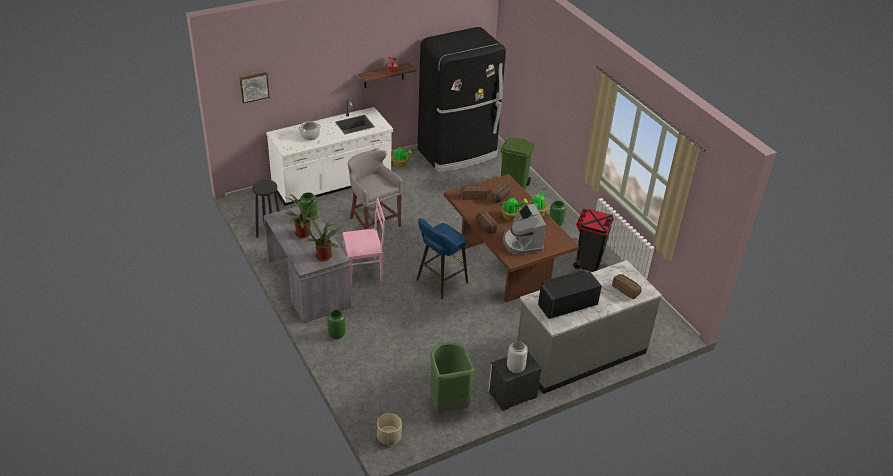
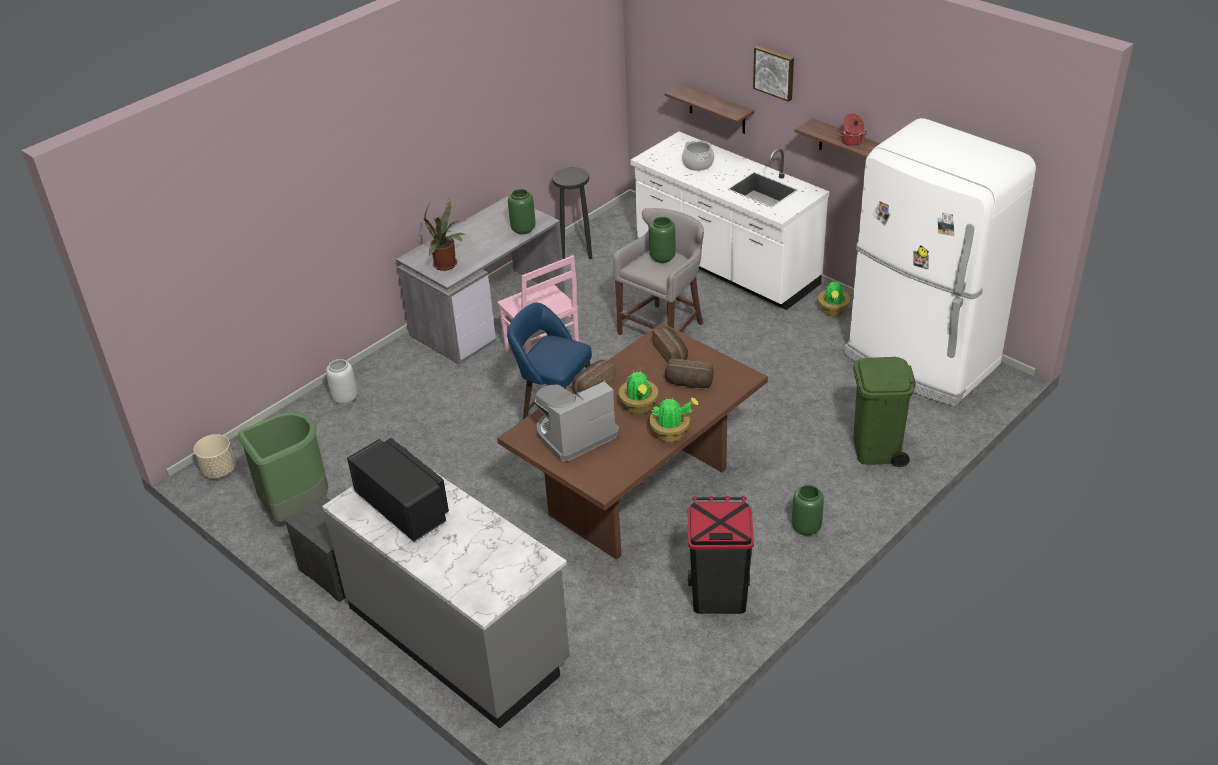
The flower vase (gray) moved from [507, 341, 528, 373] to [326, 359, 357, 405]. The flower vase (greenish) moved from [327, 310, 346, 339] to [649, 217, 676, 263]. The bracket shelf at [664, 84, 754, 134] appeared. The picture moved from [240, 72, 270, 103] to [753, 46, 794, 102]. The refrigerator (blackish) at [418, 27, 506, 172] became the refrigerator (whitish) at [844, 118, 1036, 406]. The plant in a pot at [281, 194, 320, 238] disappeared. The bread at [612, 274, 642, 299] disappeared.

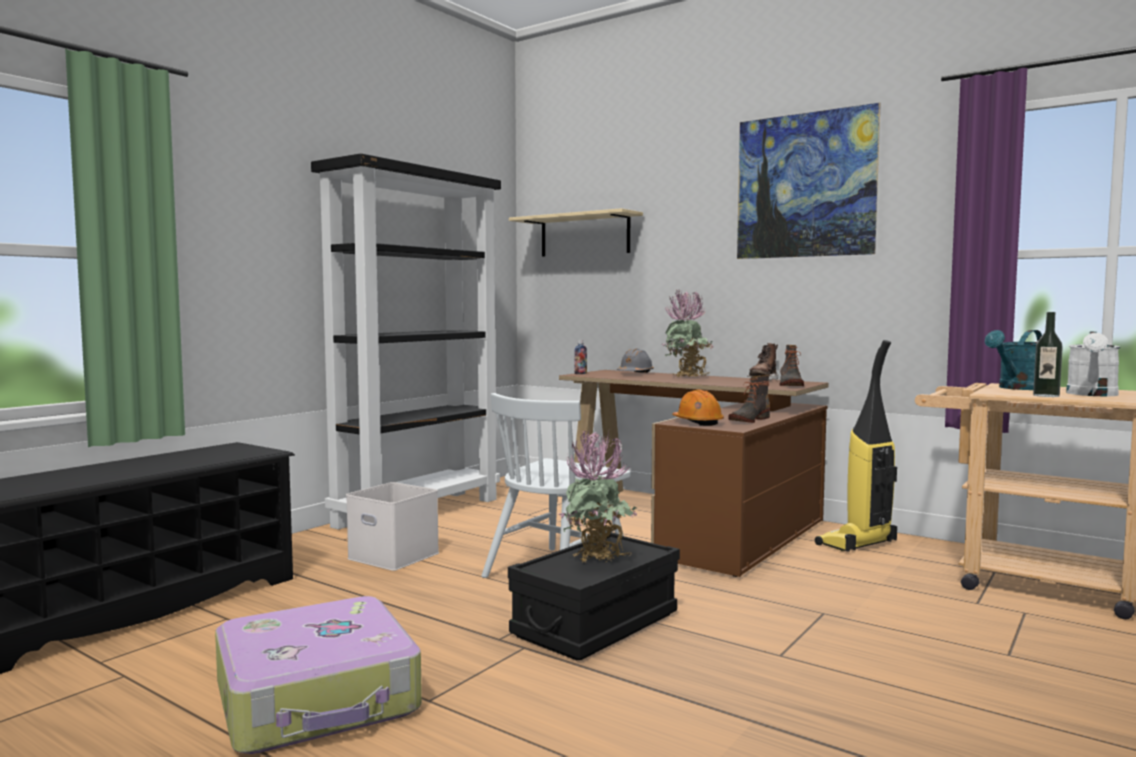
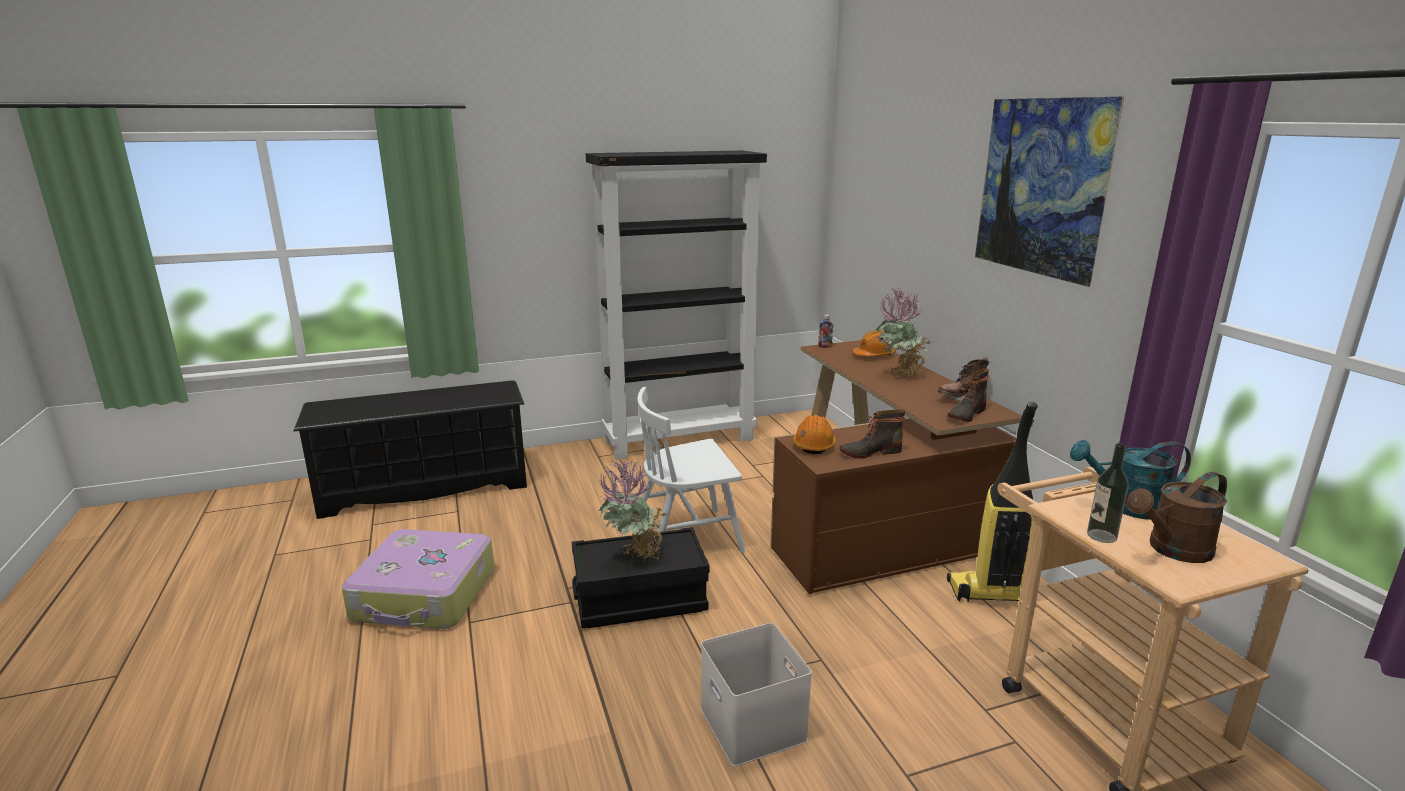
The storage container (whitish) moved from [346, 482, 439, 571] to [701, 623, 812, 766]. The hard hat (gray) at [617, 348, 654, 373] became the hard hat (orange) at [853, 331, 896, 356]. The watering can (whitish) at [1066, 332, 1120, 396] became the watering can (brown) at [1127, 472, 1227, 563]. The bracket shelf (sand-coloured) at [509, 208, 643, 257] disappeared.

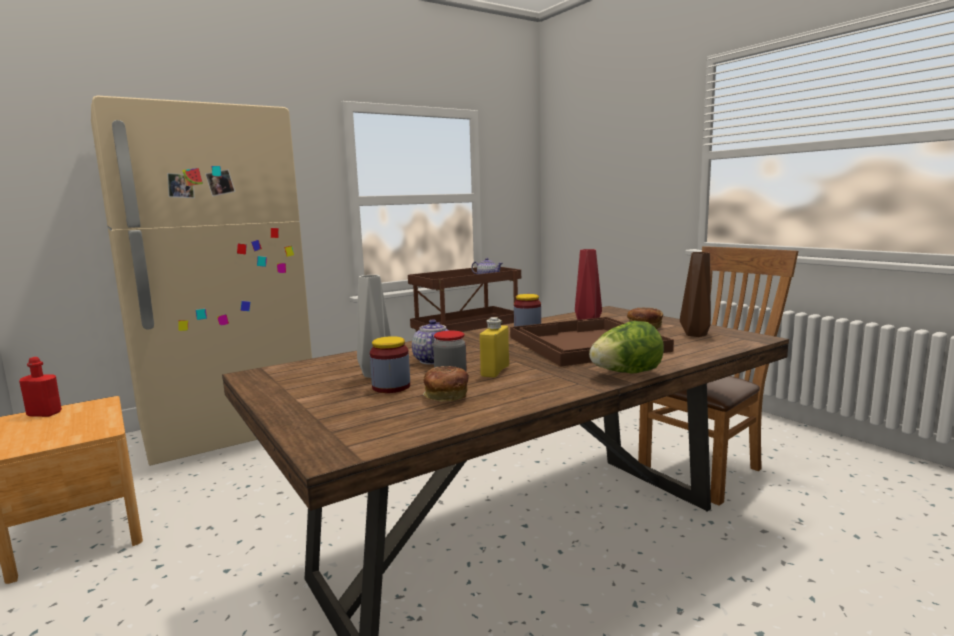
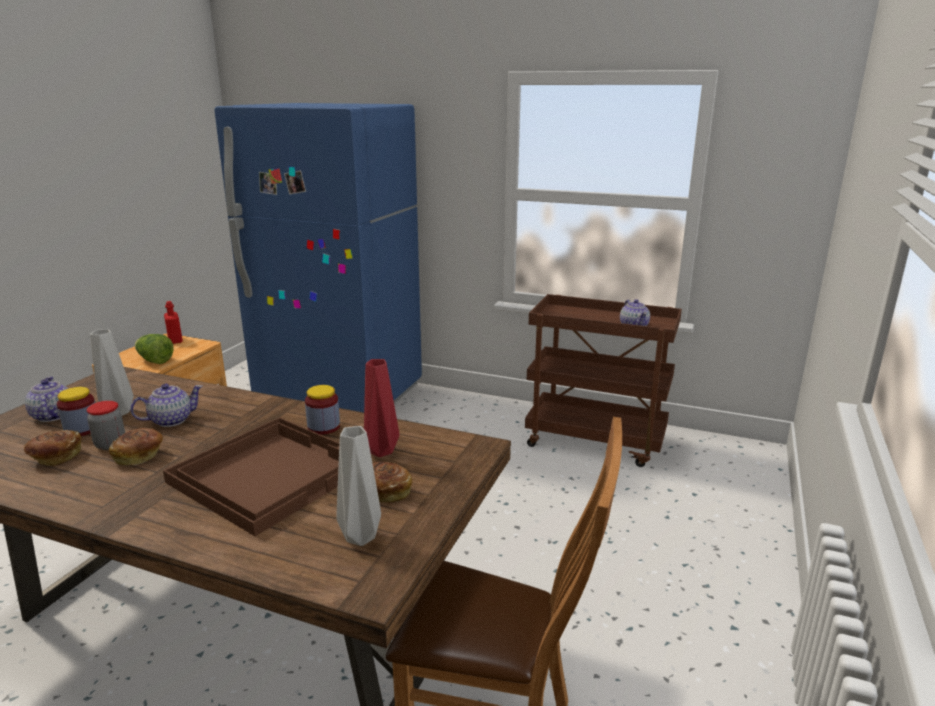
The pot for tea at [25, 376, 68, 422] appeared. The drink bottle (yellowish) at [480, 317, 509, 378] was replaced by the bread at [109, 428, 163, 465]. The head of lettuce moved from [589, 321, 664, 373] to [135, 334, 174, 364]. The refrigerator (sand-coloured) at [91, 96, 312, 466] became the refrigerator (blue-coloured) at [214, 103, 422, 413]. The flower vase (brown) at [680, 252, 711, 337] became the flower vase (gray) at [337, 426, 381, 546].

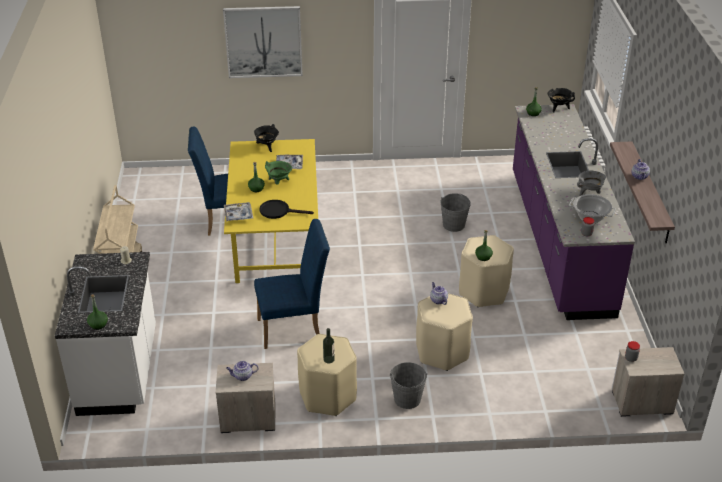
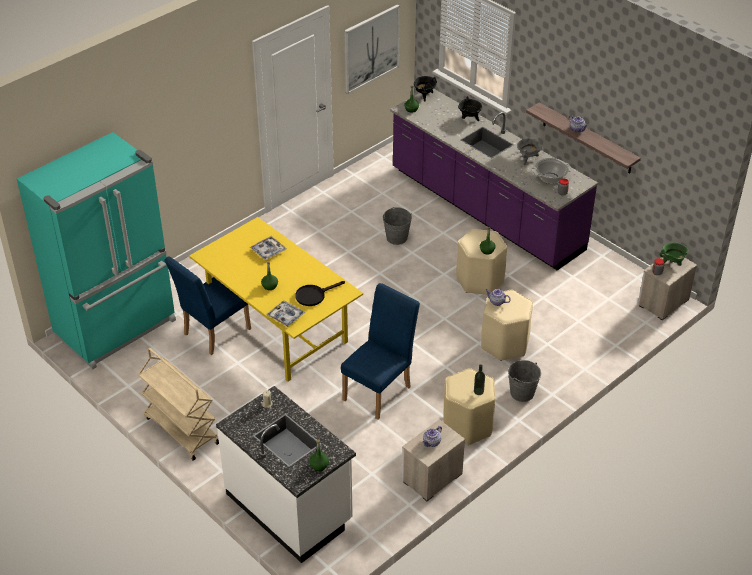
The refrigerator (blue-green) at [17, 132, 176, 369] appeared. The picture moved from [223, 6, 303, 78] to [344, 5, 400, 94]. The cooking pot (blackish) moved from [254, 124, 279, 152] to [458, 96, 483, 121]. The cooking pot (greenish) moved from [265, 161, 292, 185] to [659, 242, 689, 266].

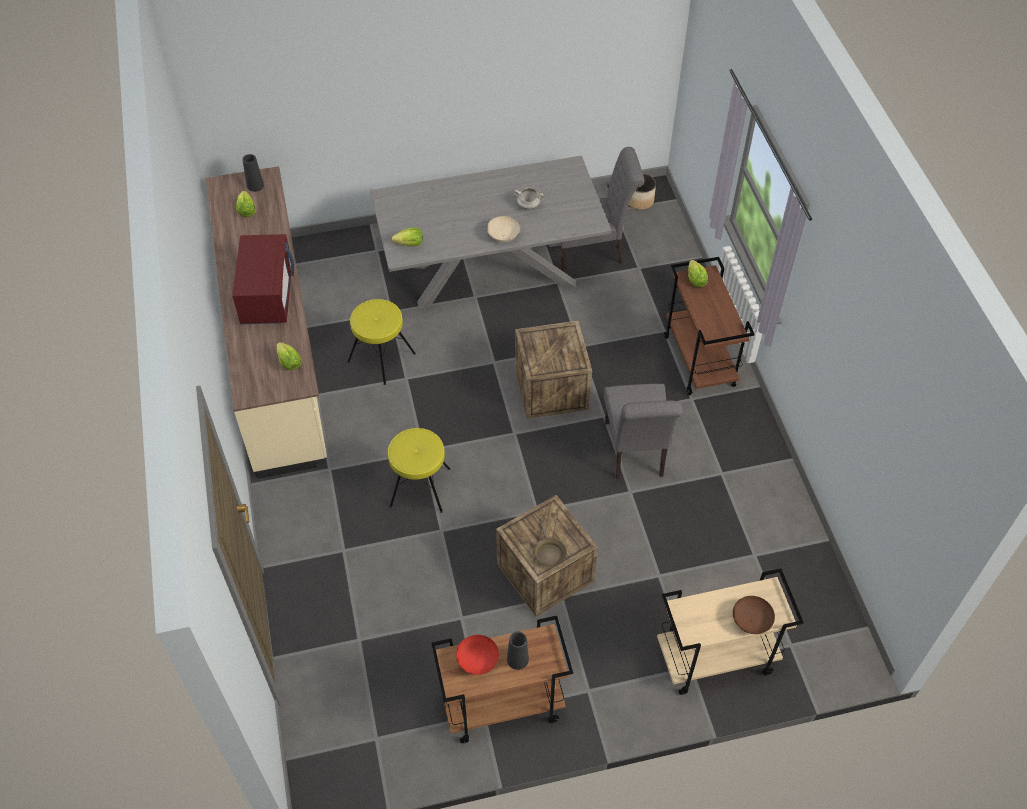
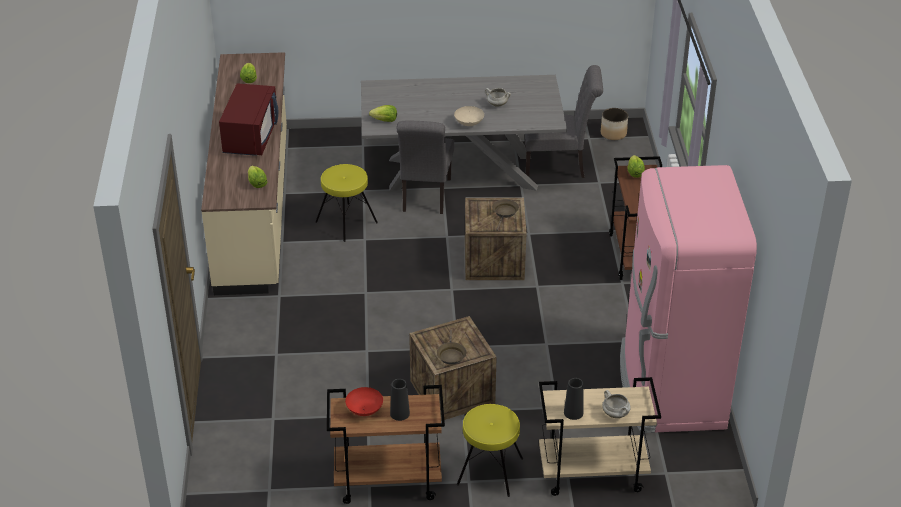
The plain chair (gray) moved from [604, 384, 683, 480] to [397, 120, 454, 214]. The sitting stool (yellowish) moved from [388, 428, 450, 513] to [457, 404, 523, 497]. The pan (brown) at [492, 199, 519, 231] appeared. The flower vase (blackish) moved from [242, 154, 264, 192] to [564, 378, 584, 420]. The deep dish (brown) at [733, 596, 775, 634] was replaced by the cooking pot (whitish) at [602, 390, 631, 418]. The refrigerator (pink) at [620, 165, 757, 433] appeared.

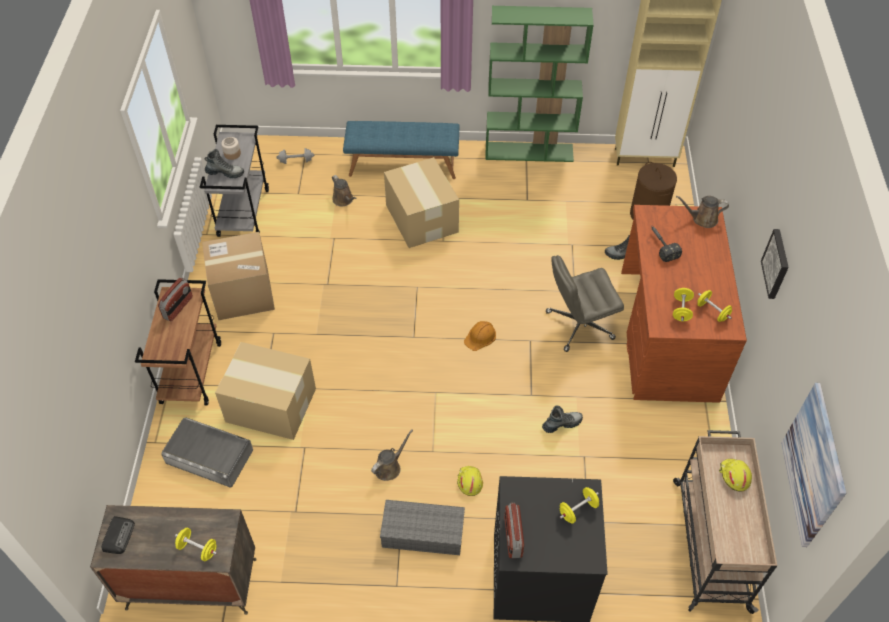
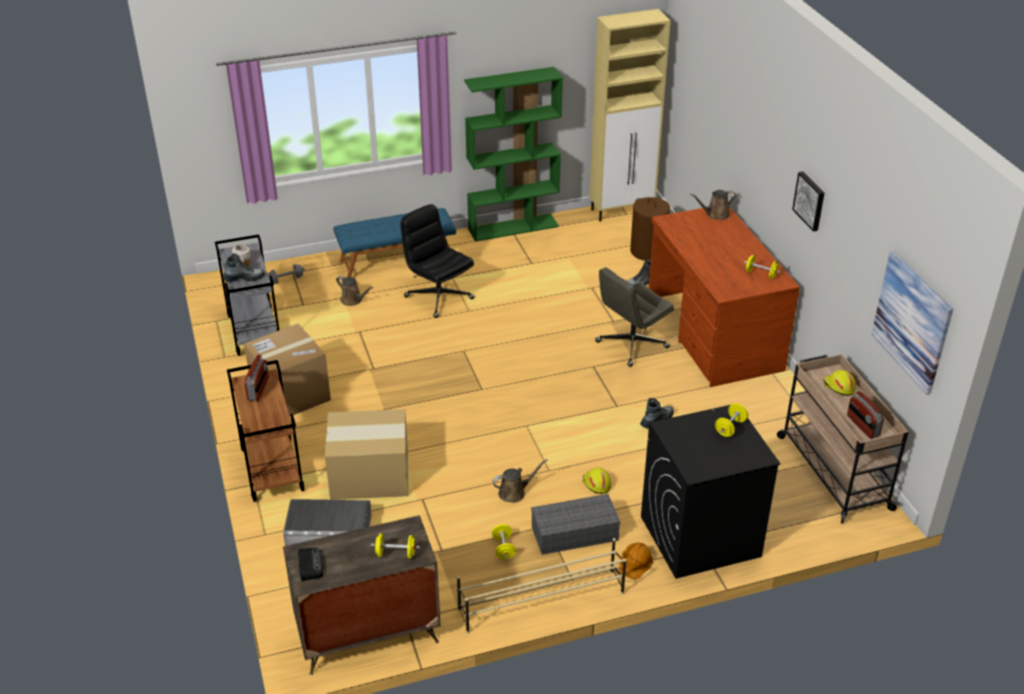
The carton at [384, 157, 459, 248] was replaced by the office chair (blackish) at [400, 204, 475, 318]. The shoe shelf (sand-coloured) at [457, 538, 626, 634] appeared. The watering can (brown) at [371, 429, 413, 481] turned 45 degrees clockwise. The hand weight (yellowish) moved from [673, 288, 694, 321] to [492, 524, 516, 559]. The hard hat (orange) moved from [464, 321, 496, 351] to [620, 542, 653, 579]. The radio set moved from [504, 502, 524, 558] to [847, 391, 884, 439]. The hammer at [652, 227, 682, 262] disappeared.

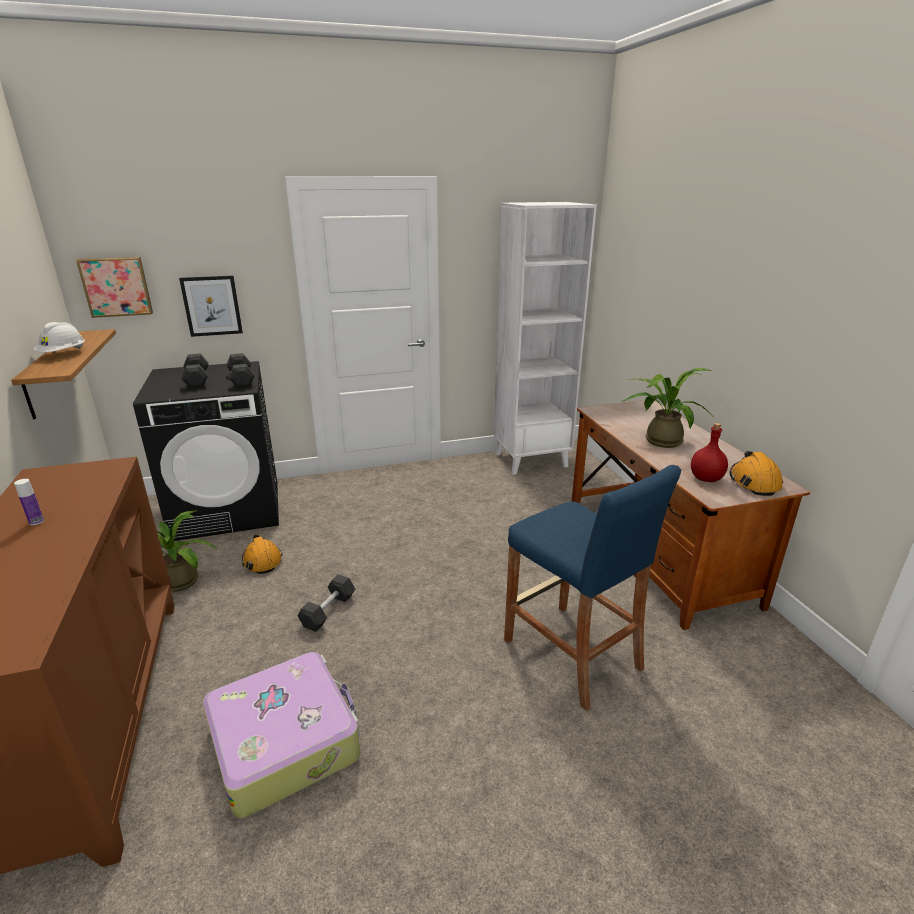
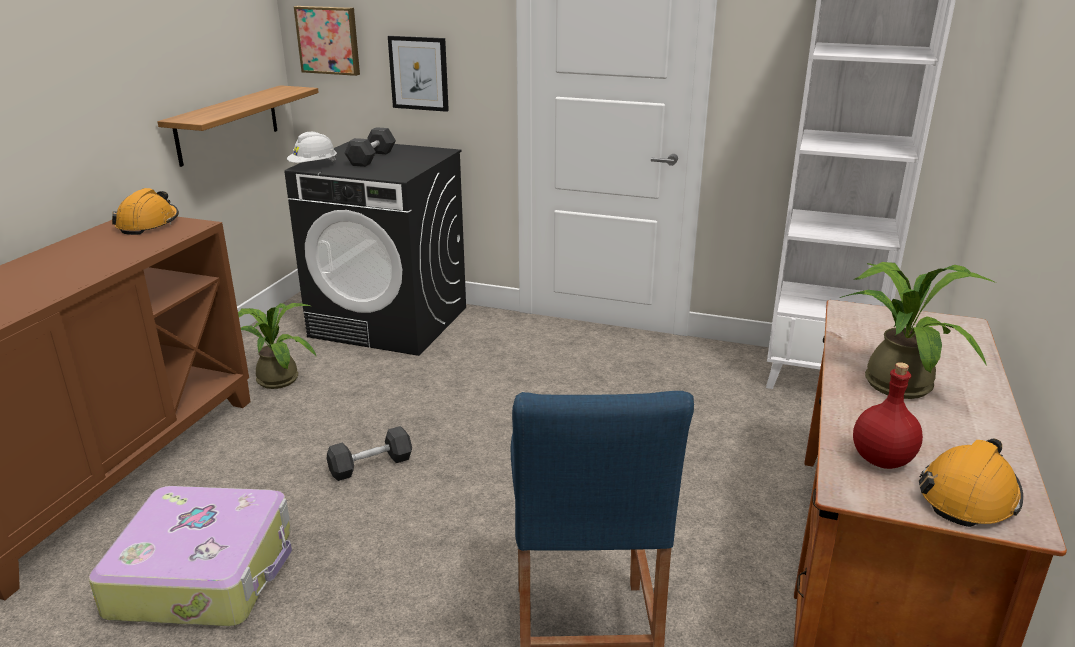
The hard hat (orange) moved from [242, 534, 283, 574] to [112, 188, 179, 235]. The hard hat (whitish) moved from [34, 322, 85, 352] to [287, 132, 337, 163]. The drink bottle at [14, 479, 44, 525] disappeared. The hand weight (gray) at [226, 353, 255, 388] disappeared.

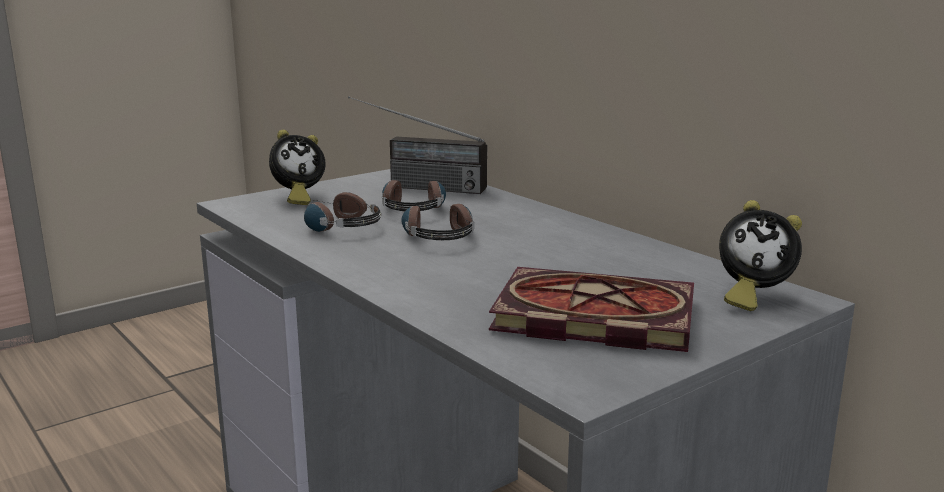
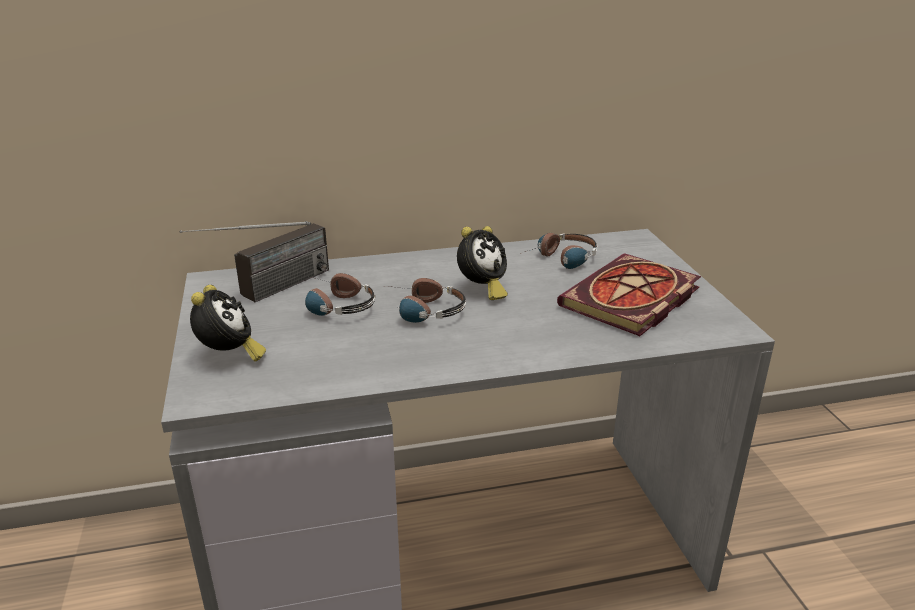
The bedside clock moved from [719, 200, 802, 311] to [457, 226, 508, 300]. The headphones moved from [304, 192, 381, 232] to [520, 233, 598, 269].

